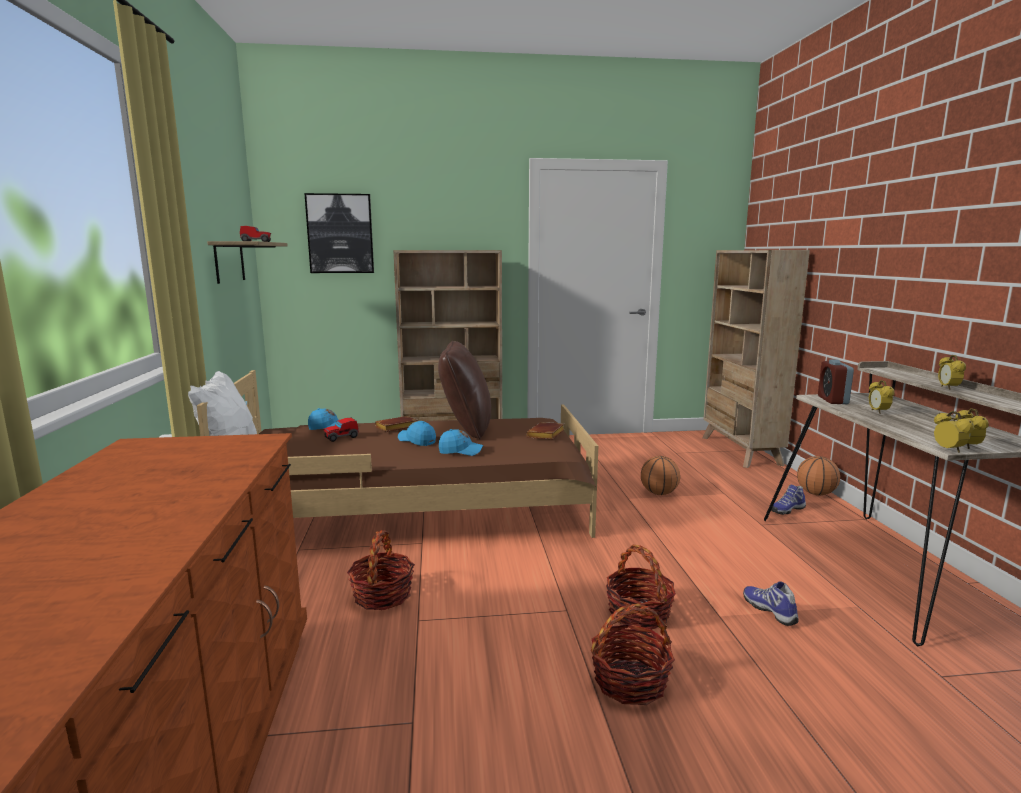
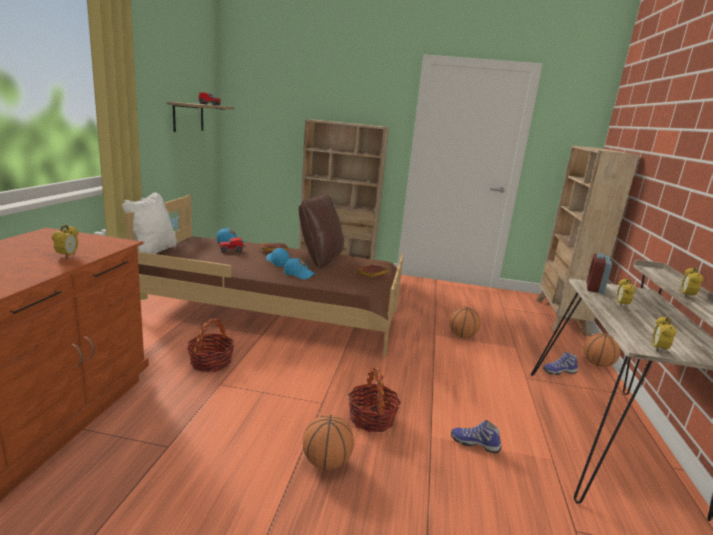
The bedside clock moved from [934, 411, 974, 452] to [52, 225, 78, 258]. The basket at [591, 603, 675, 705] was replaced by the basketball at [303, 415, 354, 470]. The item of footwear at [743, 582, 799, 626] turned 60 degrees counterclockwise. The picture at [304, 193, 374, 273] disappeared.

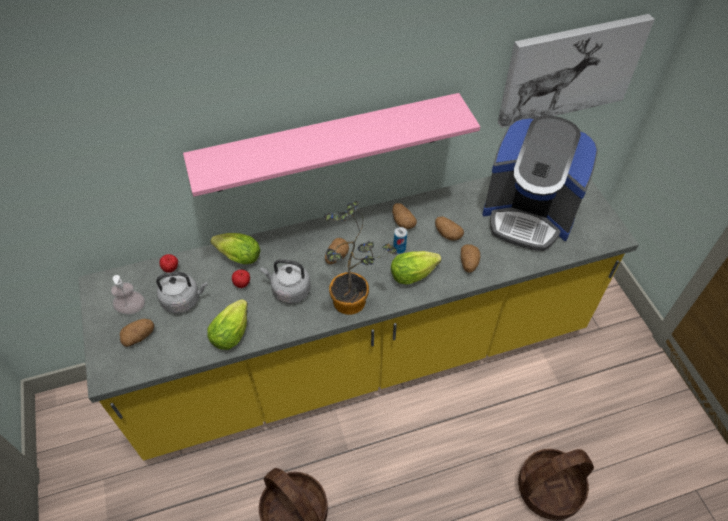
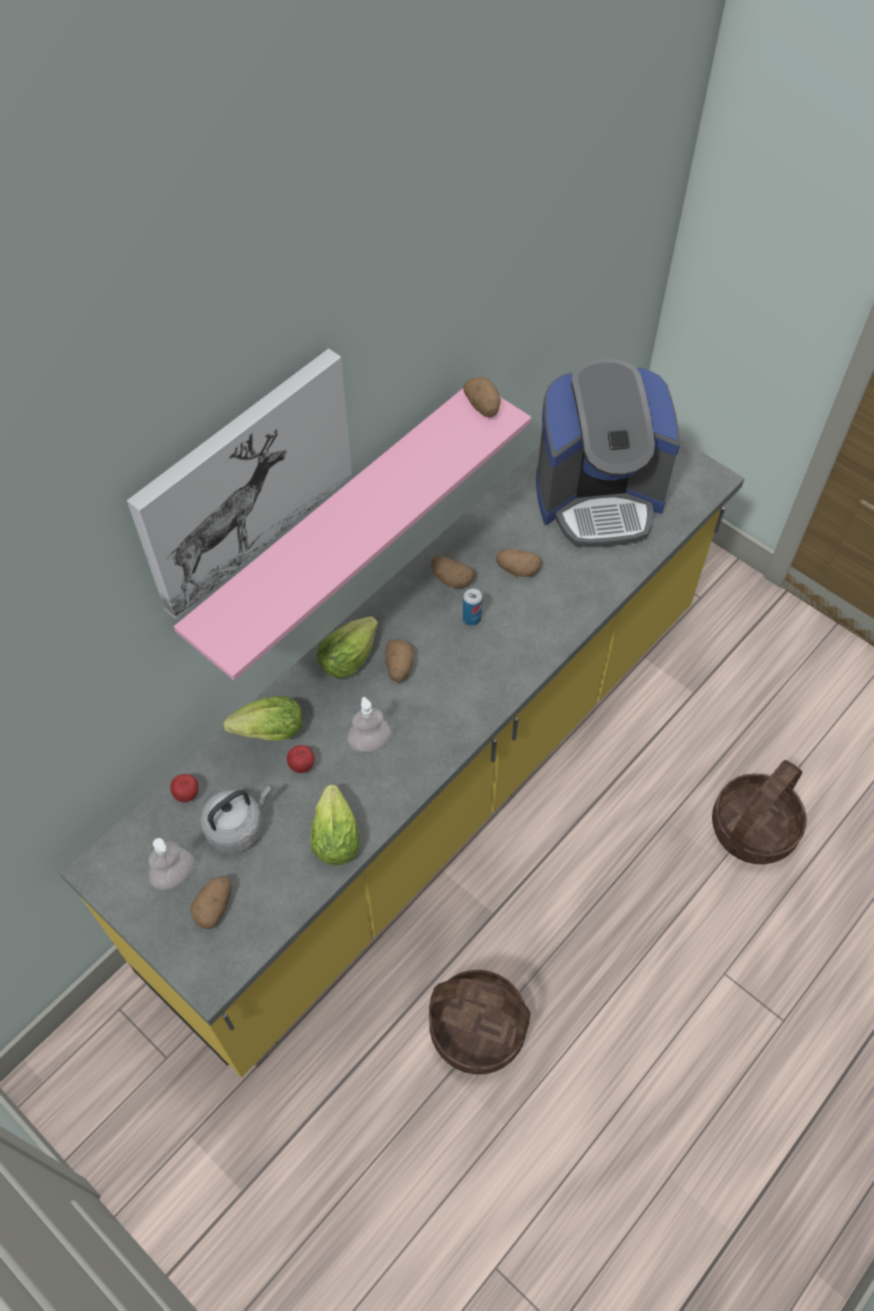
The picture moved from [498, 14, 655, 128] to [127, 349, 352, 619]. The head of lettuce moved from [391, 251, 441, 284] to [317, 617, 378, 679]. The kettle (gray) at [260, 259, 311, 304] was replaced by the liquid soap bottle at [347, 697, 392, 752]. The spud moved from [461, 244, 480, 273] to [463, 377, 501, 417]. The plant in a pot at [324, 201, 397, 315] disappeared.

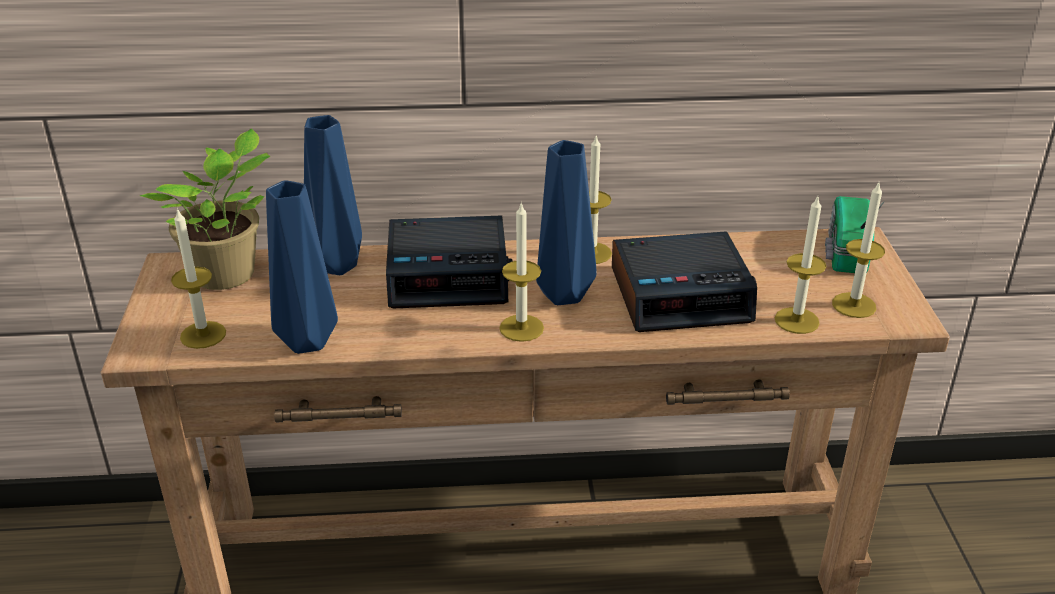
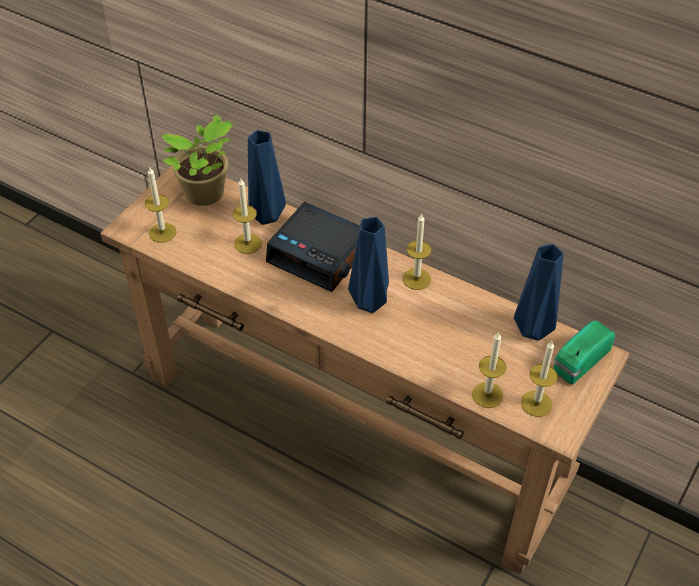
The wax candle moved from [499, 202, 544, 342] to [233, 179, 262, 254]. The flower vase (blue-coloured) moved from [266, 180, 338, 354] to [514, 244, 564, 340]. The bedside clock at [612, 232, 757, 332] disappeared.

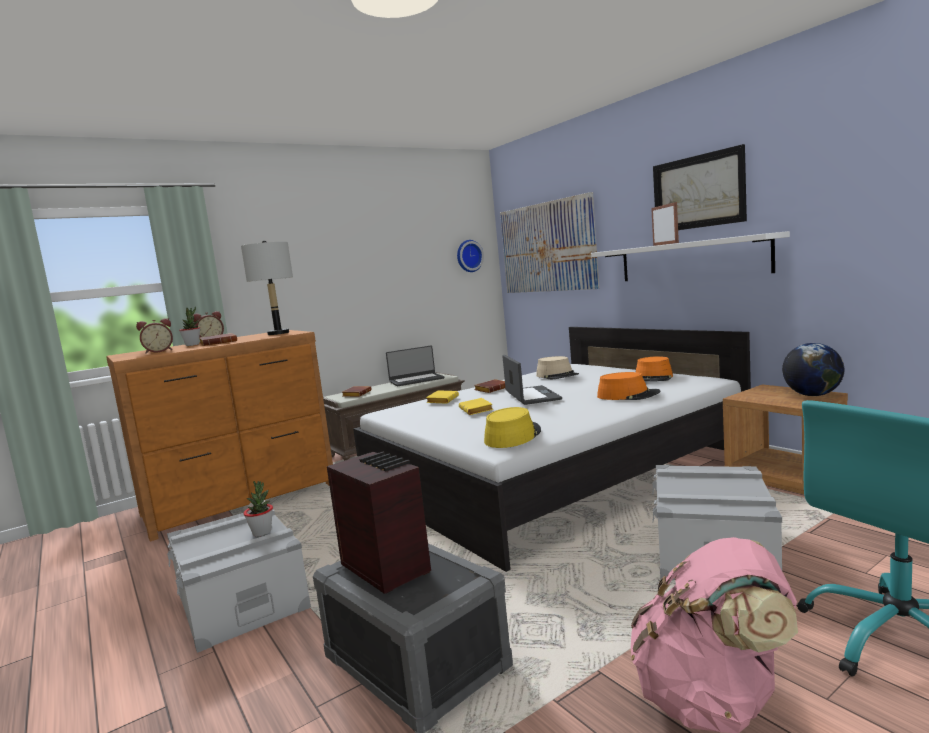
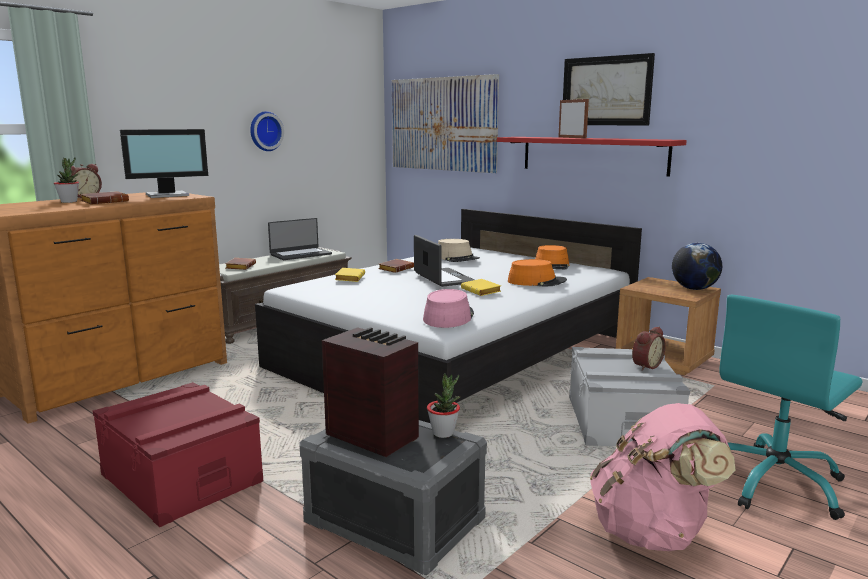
The storage container (gray) at [167, 510, 311, 653] became the storage container (reddish) at [93, 382, 263, 527]. The table lamp (gray) at [241, 240, 293, 335] was replaced by the computer display at [120, 129, 208, 198]. The wall clock moved from [457, 240, 484, 272] to [250, 111, 284, 151]. The hat (yellowish) at [484, 407, 541, 448] became the hat (pink) at [423, 289, 474, 328]. The plant in a pot moved from [243, 481, 273, 536] to [427, 373, 461, 438]. The bound book (yellowish) moved from [459, 398, 493, 415] to [461, 279, 501, 296]. The bracket shelf (whitish) at [591, 231, 790, 281] became the bracket shelf (reddish) at [497, 137, 687, 177]. The bedside clock moved from [136, 318, 173, 354] to [632, 326, 666, 371].

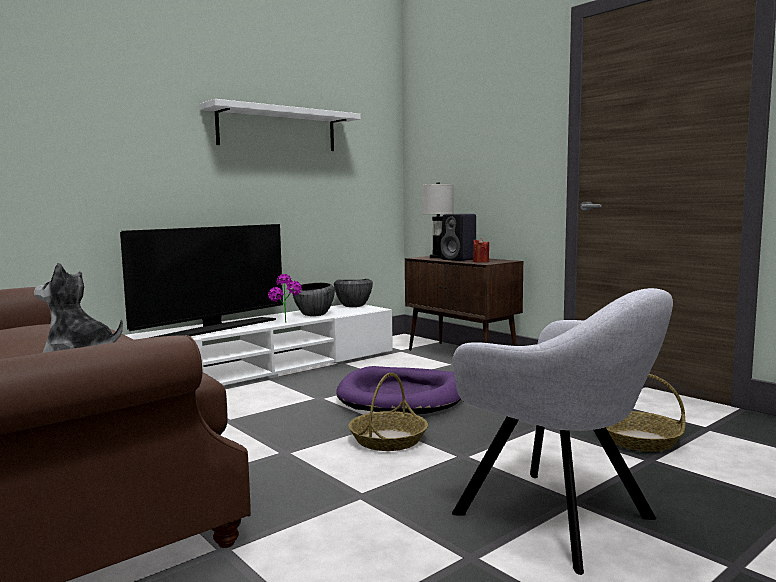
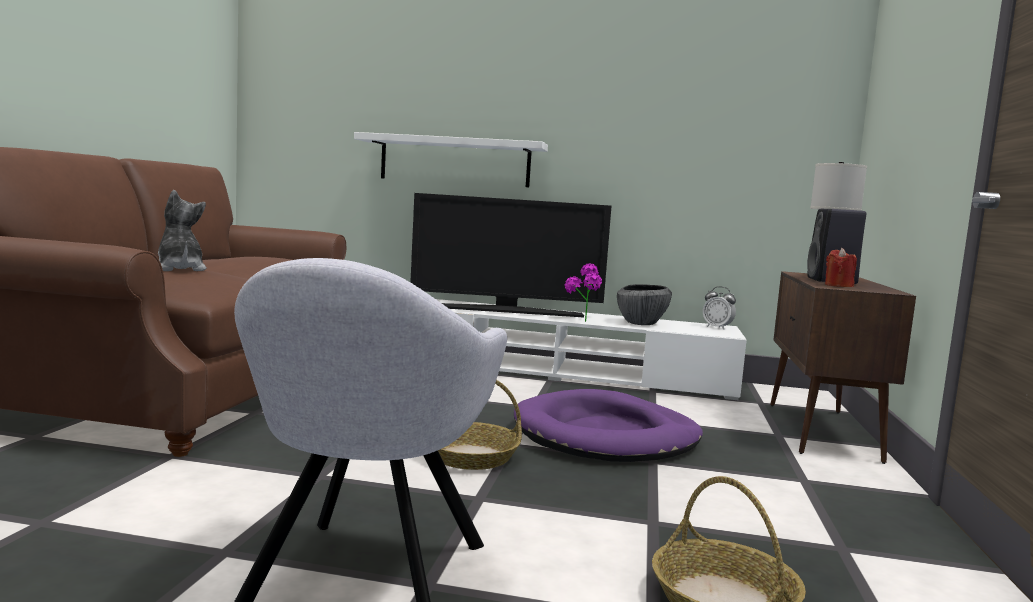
The bracket shelf (whitish) moved from [200, 99, 361, 151] to [354, 132, 548, 187]. The deep dish at [334, 279, 373, 307] was replaced by the bedside clock at [703, 286, 736, 330].

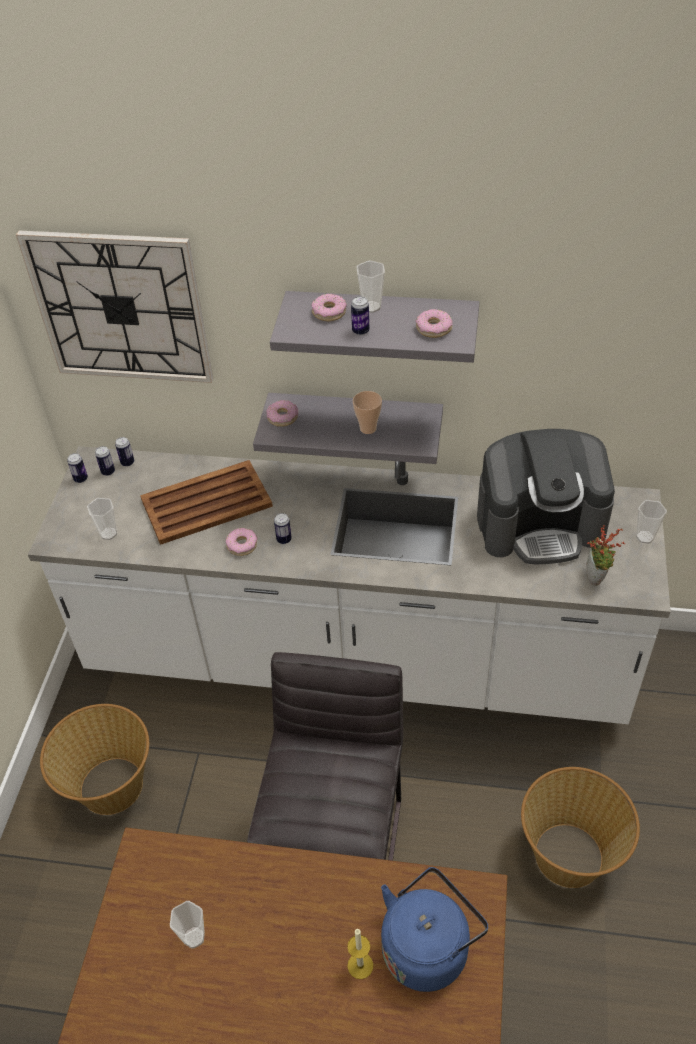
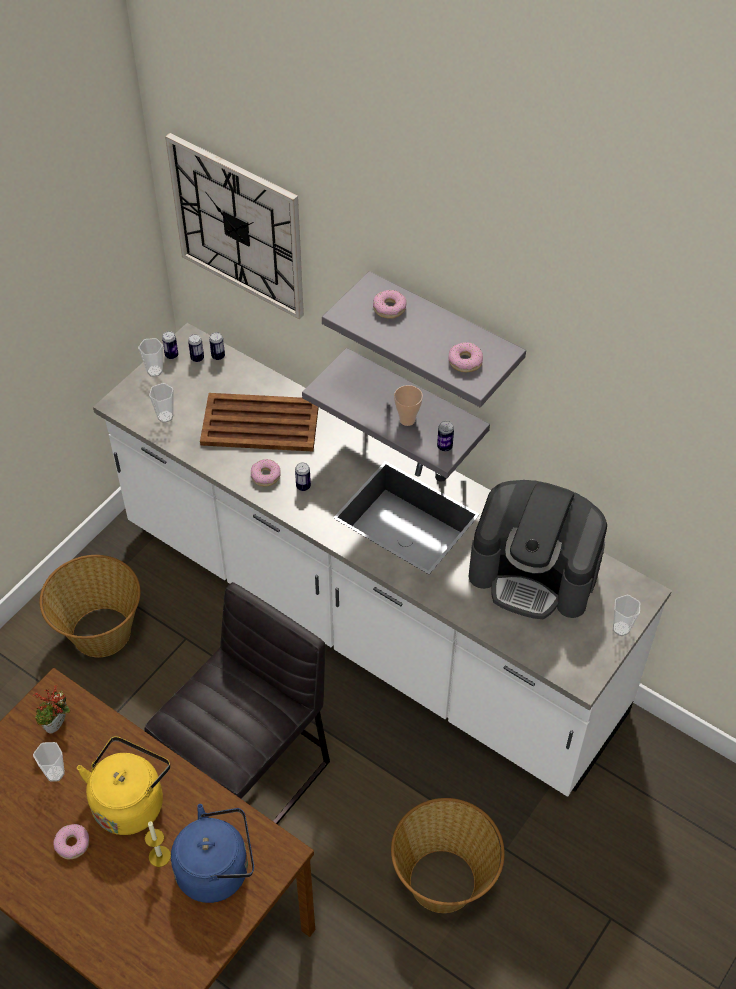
The plant in a pot moved from [586, 525, 625, 586] to [33, 684, 70, 734]. The doughnut moved from [266, 400, 298, 426] to [53, 824, 89, 860]. The kettle (yellowish) at [77, 736, 170, 835] appeared. The small cup moved from [356, 260, 385, 313] to [138, 338, 163, 377]. The sealed can moved from [351, 296, 369, 335] to [437, 421, 454, 451].

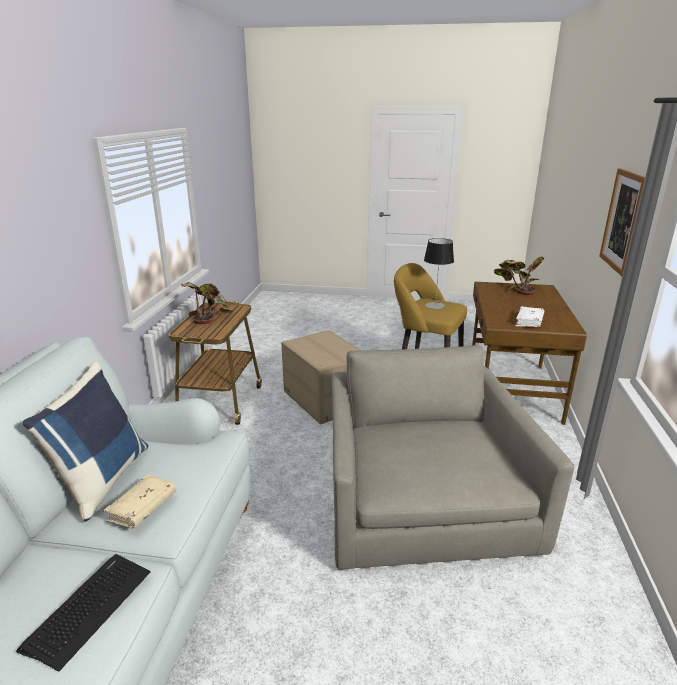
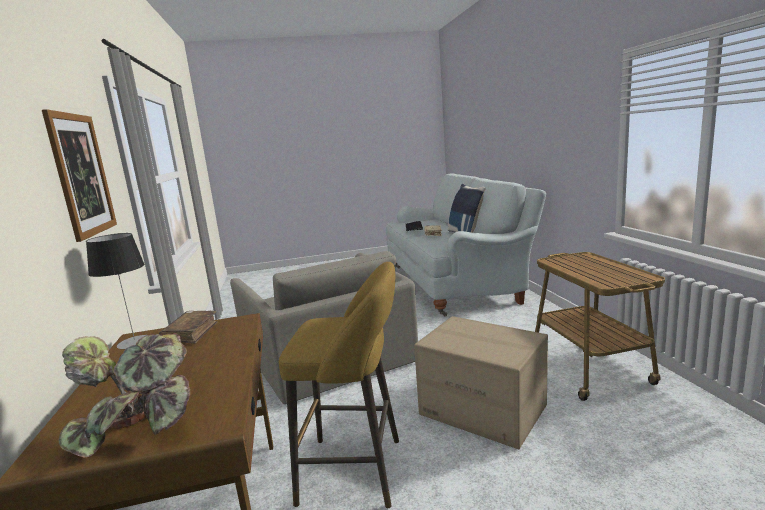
The table lamp moved from [424, 238, 454, 309] to [86, 233, 146, 349]. The bound book (whitish) at [515, 306, 544, 327] became the bound book (brown) at [159, 311, 218, 343]. The plant in a pot at [181, 282, 234, 324] disappeared.

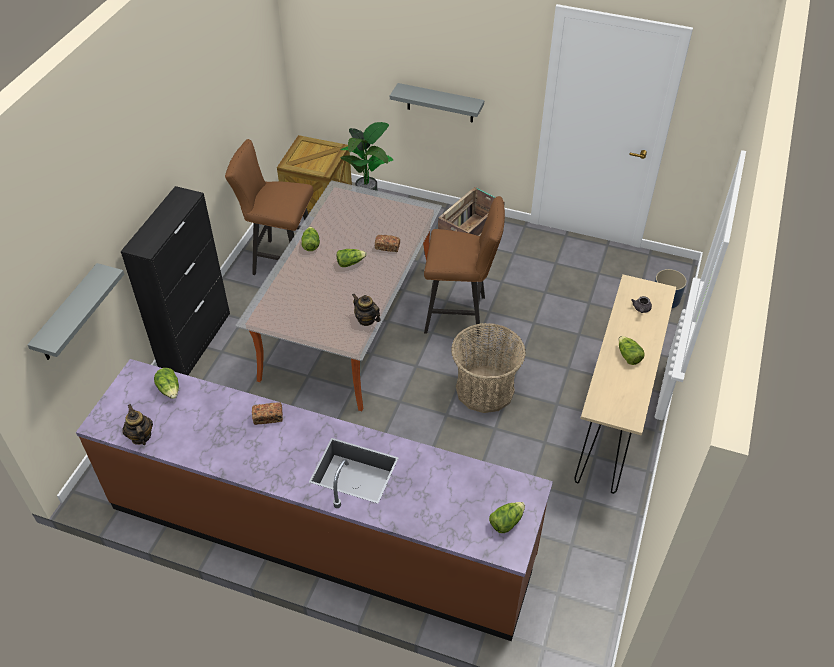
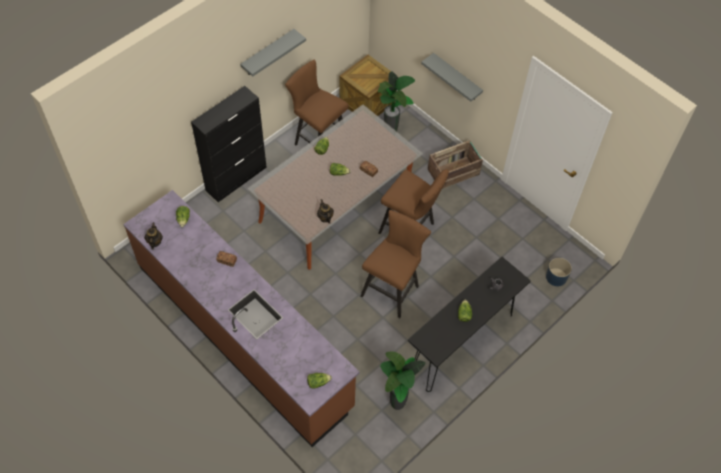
The bracket shelf (gray) moved from [27, 263, 124, 360] to [240, 29, 306, 77]. The basket at [451, 323, 526, 413] was replaced by the sitting stool (brown) at [360, 210, 431, 318]. The plant in a pot at [380, 352, 426, 410] appeared. The hall table (sand-coloured) at [574, 274, 676, 494] became the hall table (blackish) at [408, 257, 531, 392].

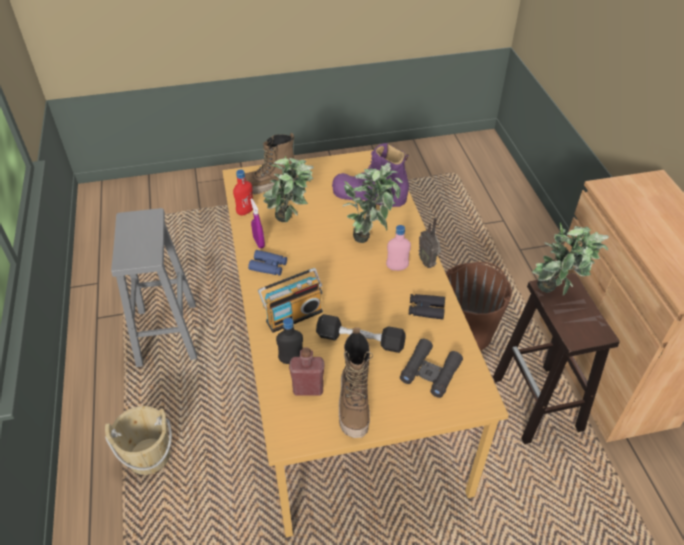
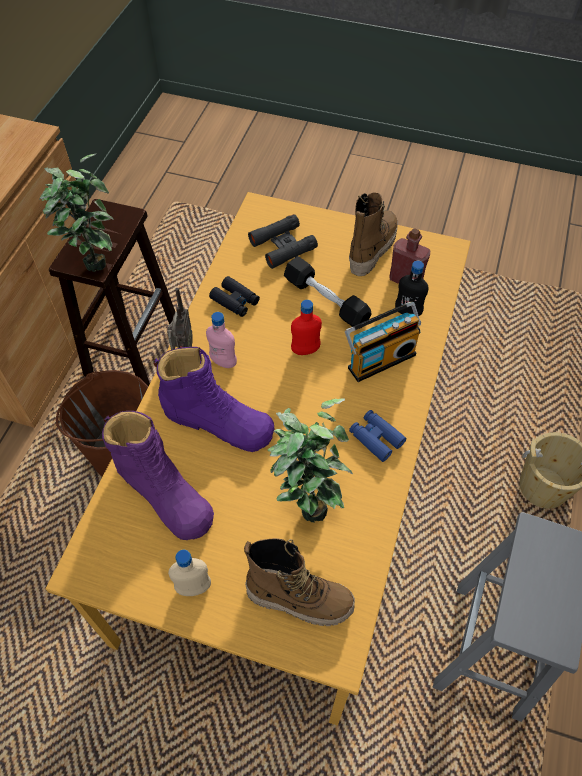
The plant in a pot at [343, 162, 403, 243] was replaced by the tall boot (purplish) at [153, 347, 274, 452]. The drink bottle (sand-coloured) at [168, 550, 211, 596] appeared. The drink bottle (reddish) moved from [233, 170, 253, 216] to [291, 300, 322, 355]. The radio set at [258, 268, 323, 333] turned 150 degrees clockwise. The sprayer (purplish) at [250, 198, 265, 249] disappeared.

